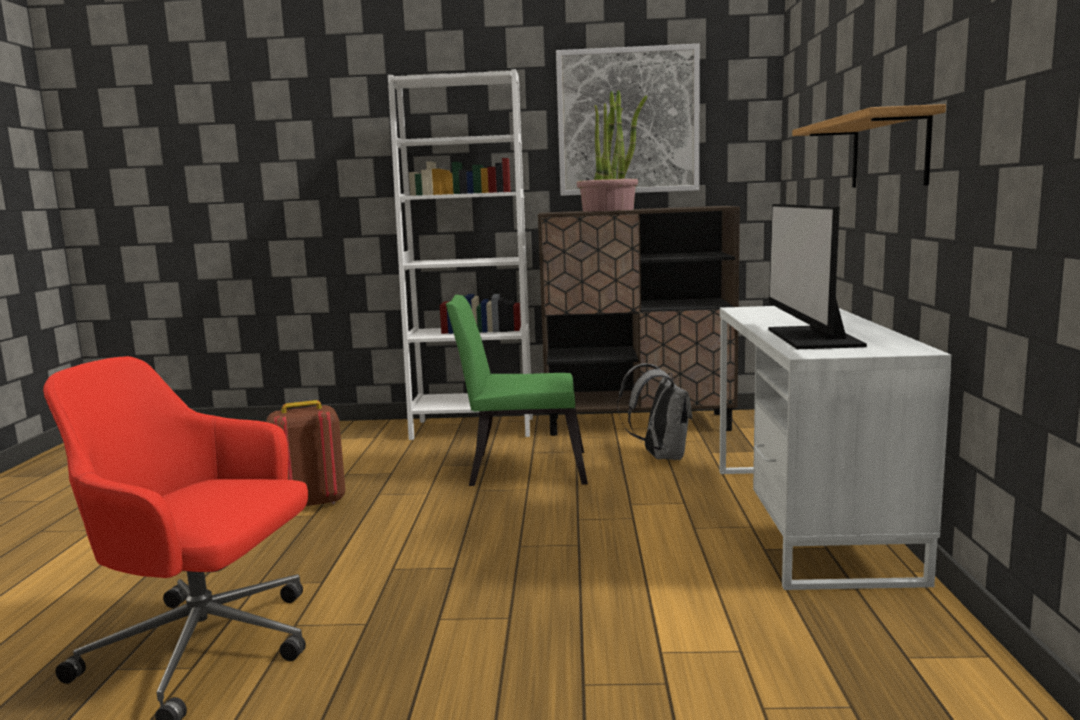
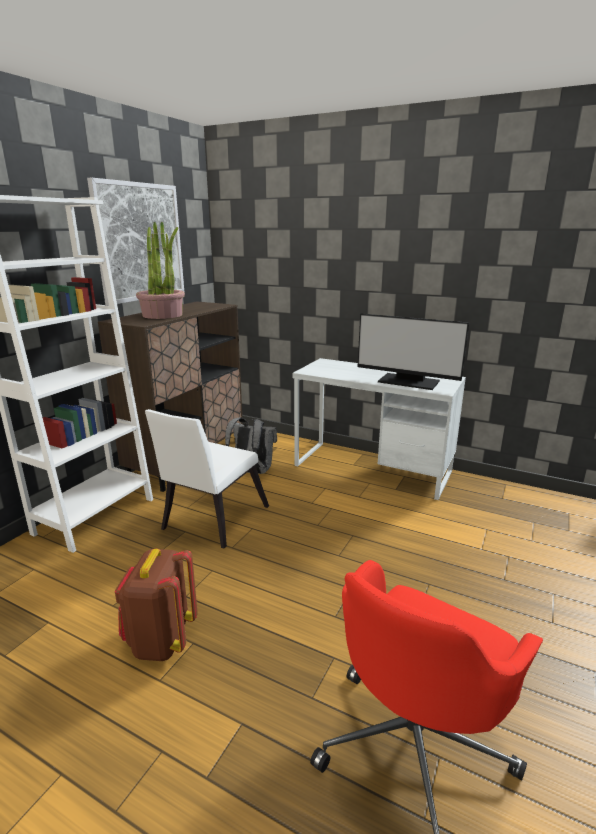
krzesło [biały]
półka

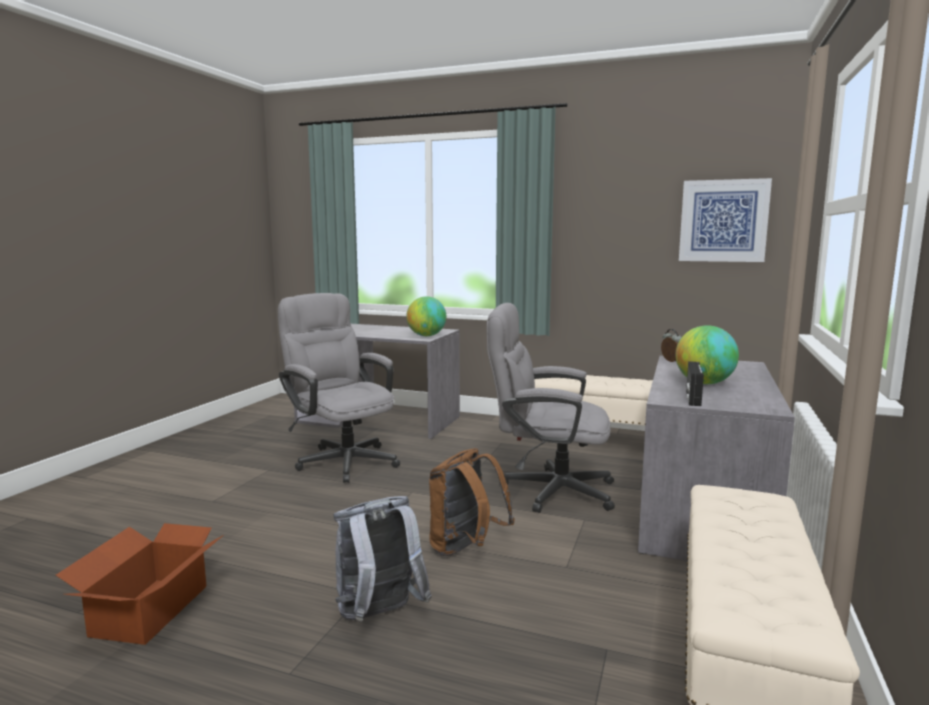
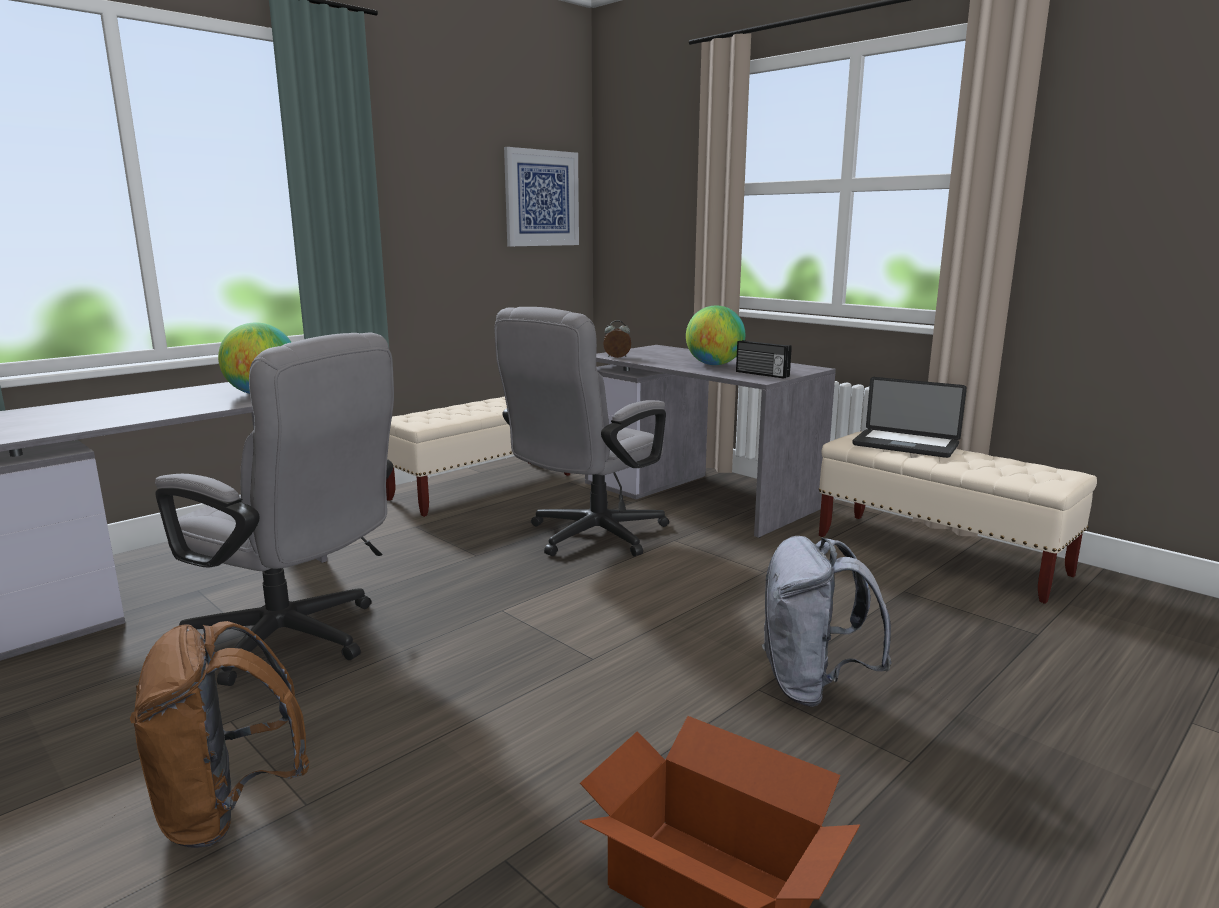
krzesło biurowe [szary] (no. 1 from left)
plecak [brązowy]
laptop

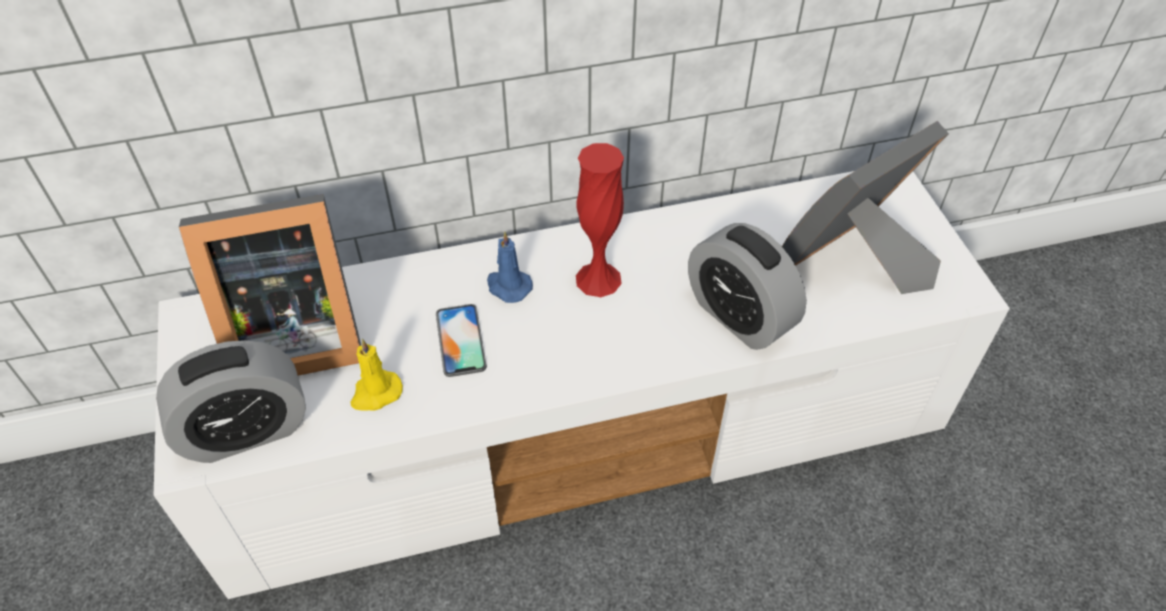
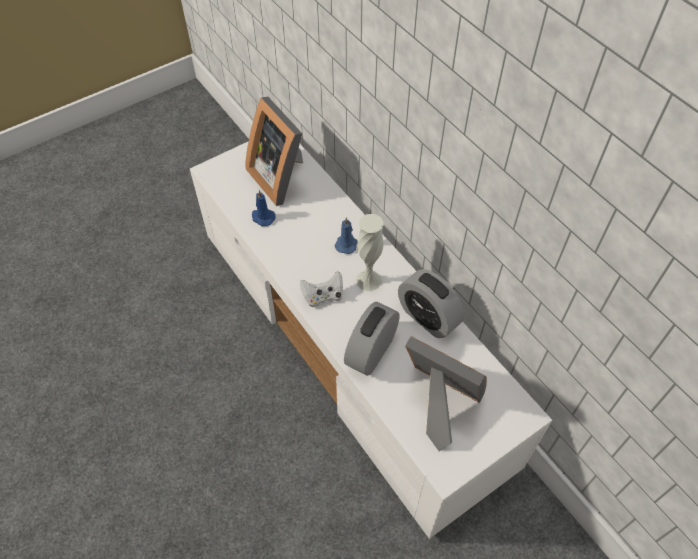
budzik (no. 2 from left)
świeca [niebieski] (no. 1 from left)
telefon
wazon [biały]
pad do gier [biały]

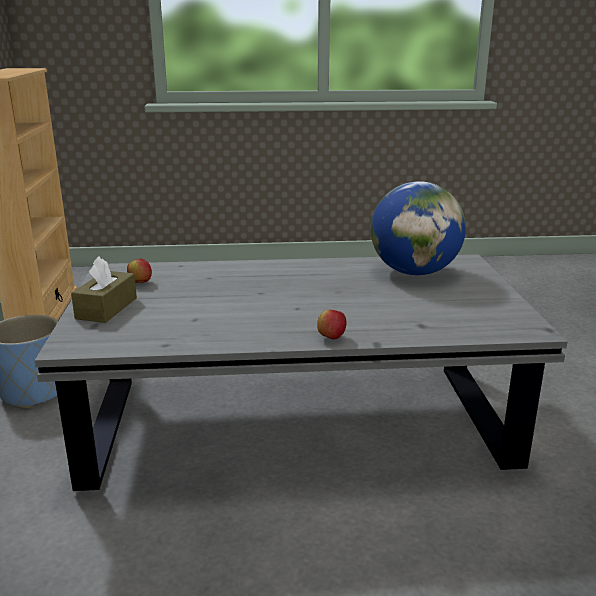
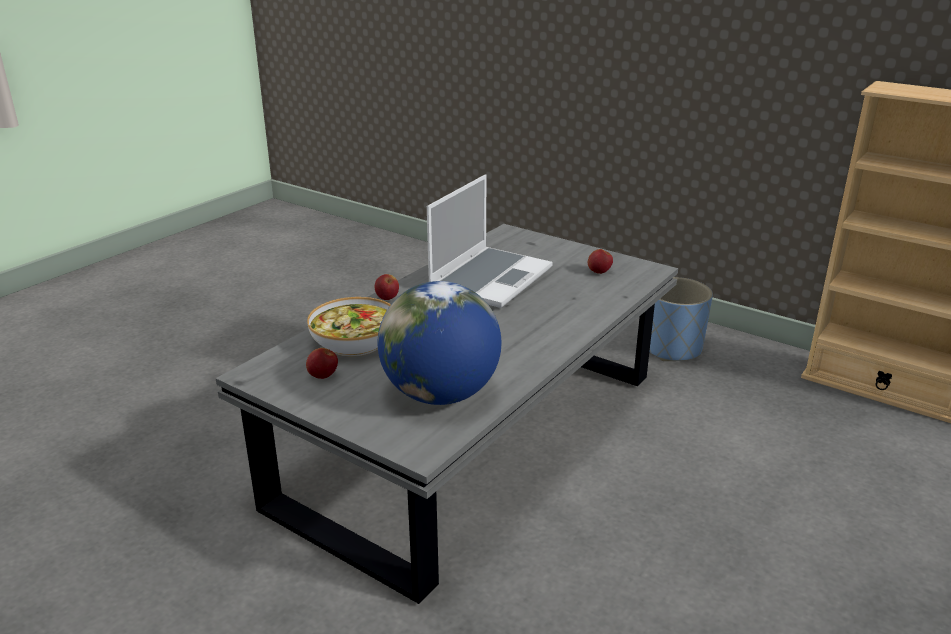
pudełko chusteczek [brązowy]
jabłko (no. 1 from left)
miska
laptop

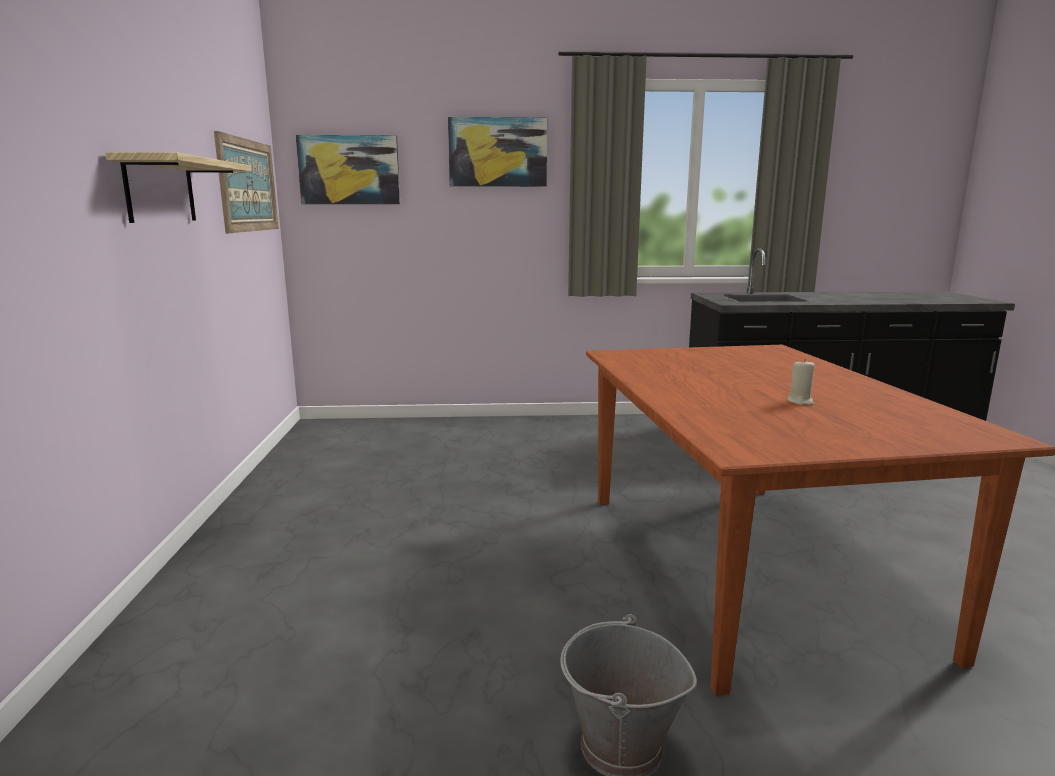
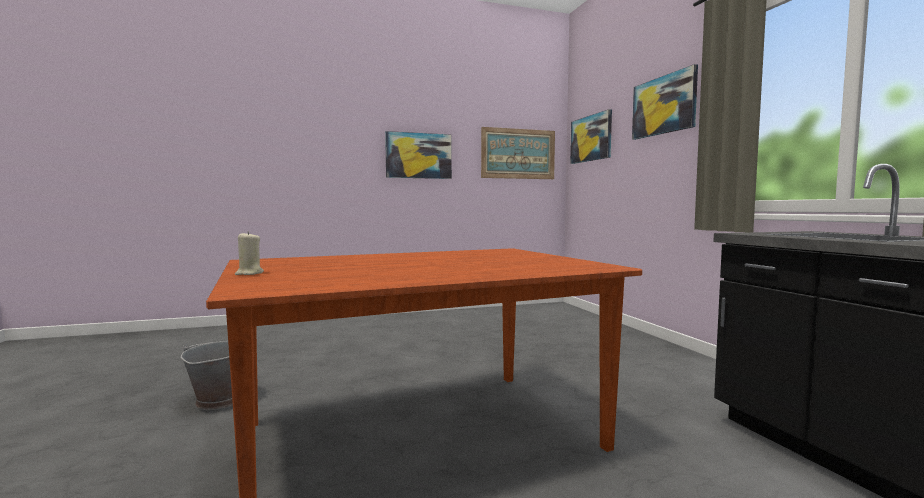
obraz (no. 1 from left)
świeca [beżowy]

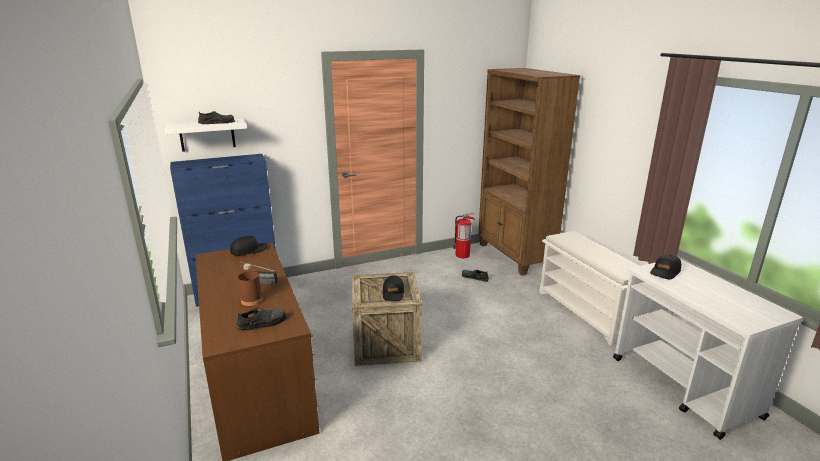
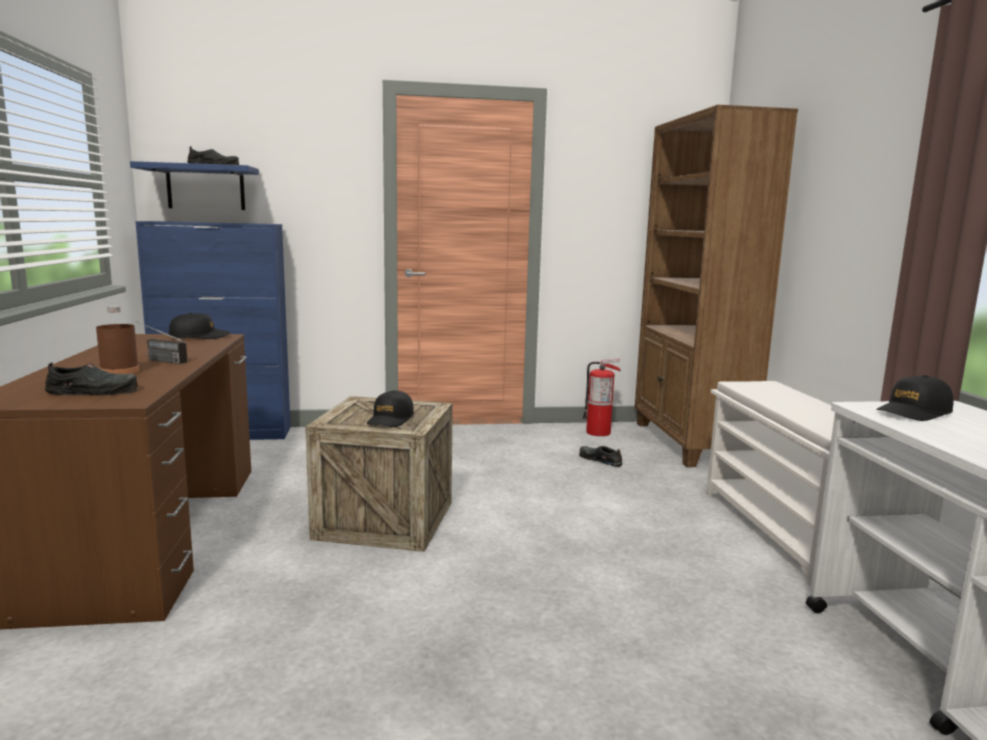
półka [niebieski]

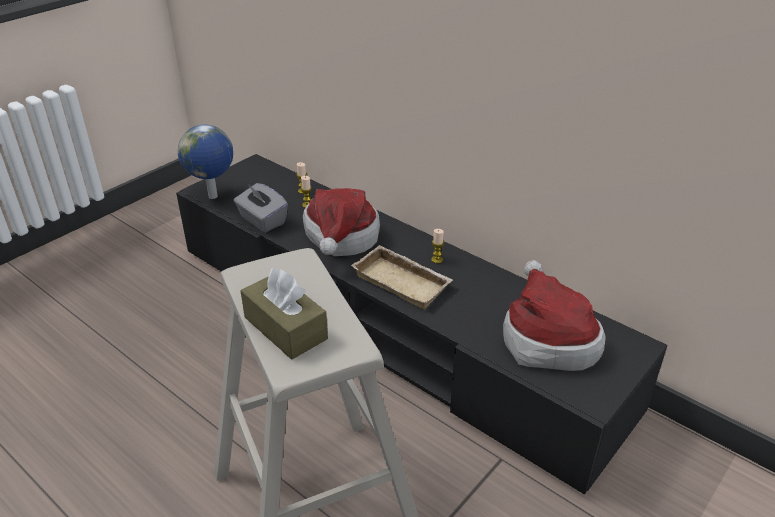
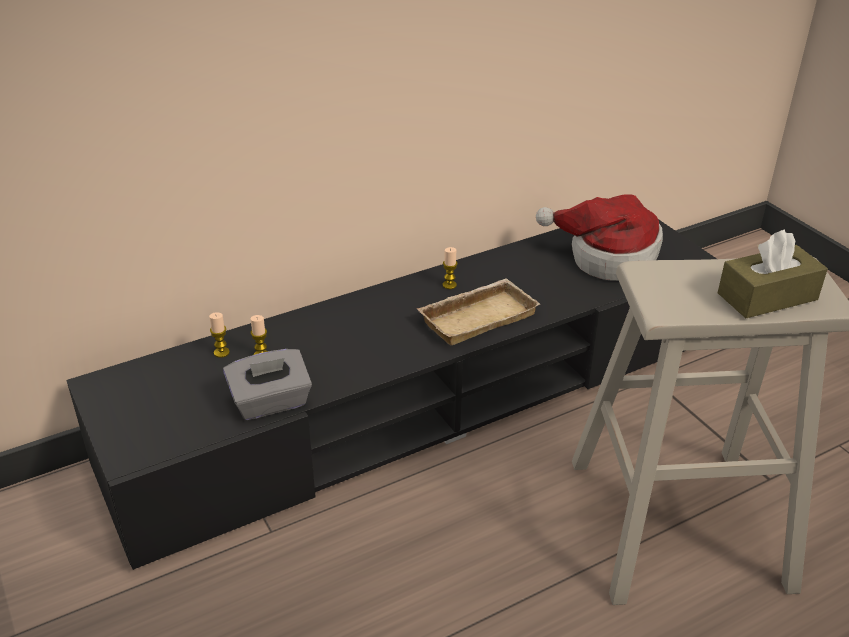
globus
kapelusz (no. 1 from left in the first image)

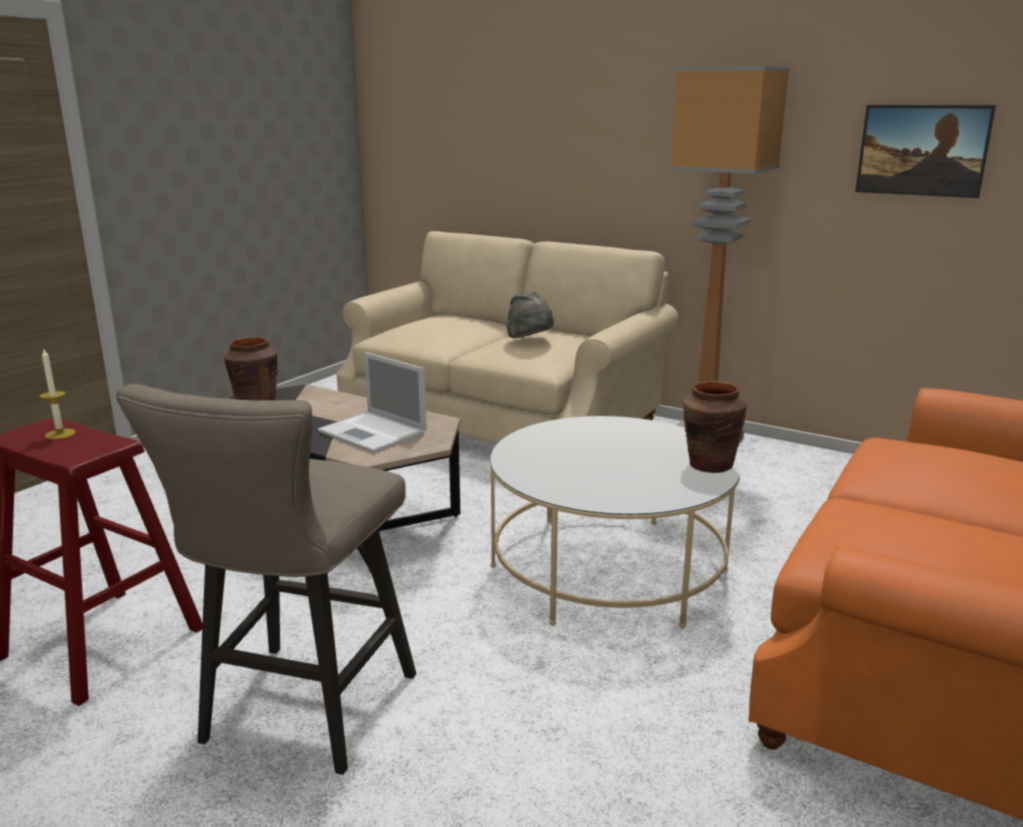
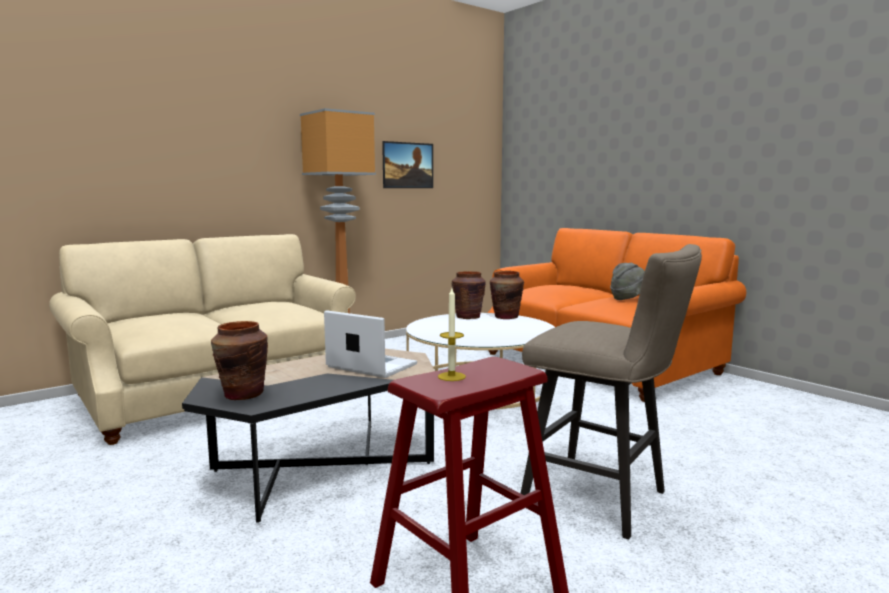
laptop
kapelusz [szary]
wazon [brązowy] (no. 2 from left)

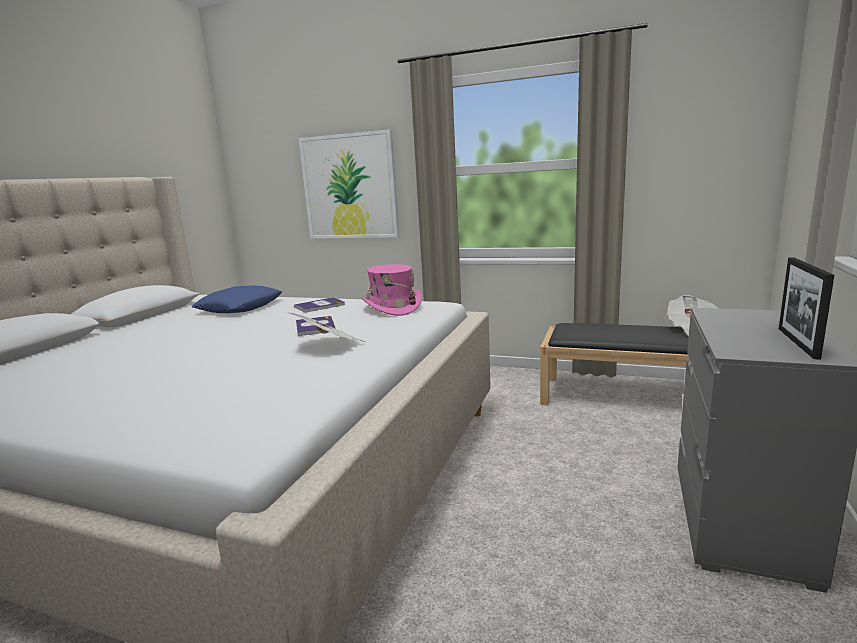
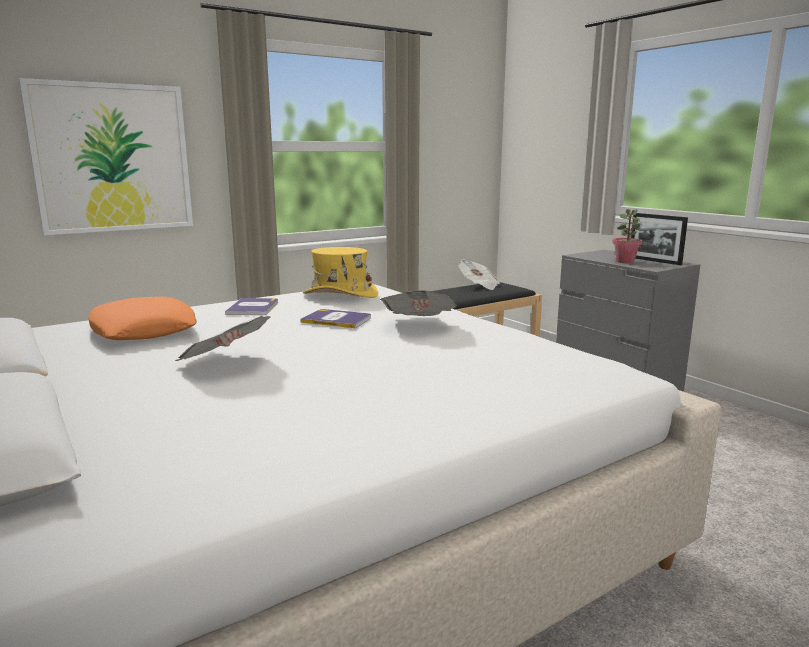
poduszka [pomarańczowy]
kapelusz [żółty]
gazeta (no. 1 from left)
roślina doniczkowa

